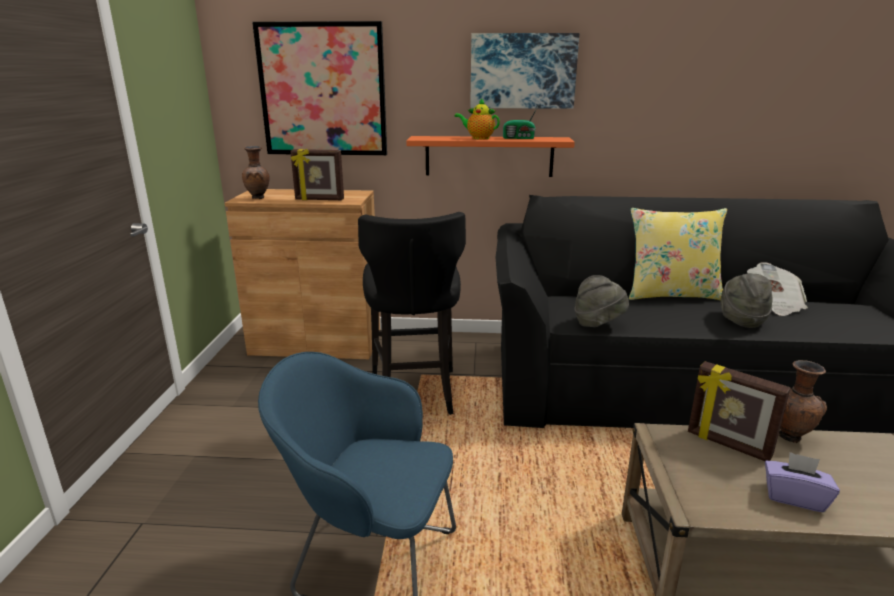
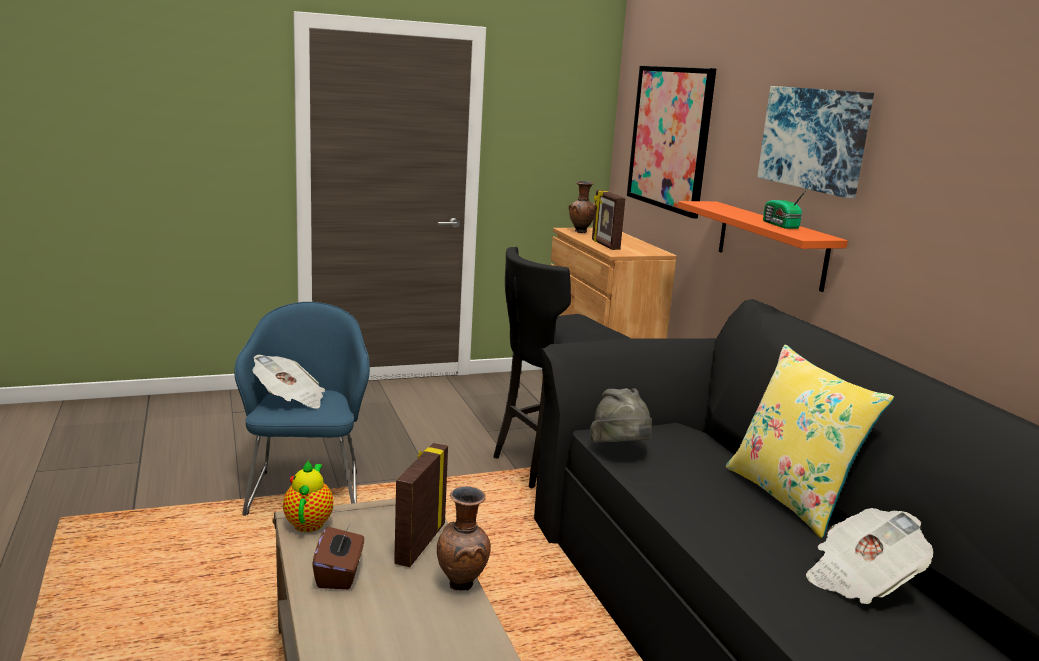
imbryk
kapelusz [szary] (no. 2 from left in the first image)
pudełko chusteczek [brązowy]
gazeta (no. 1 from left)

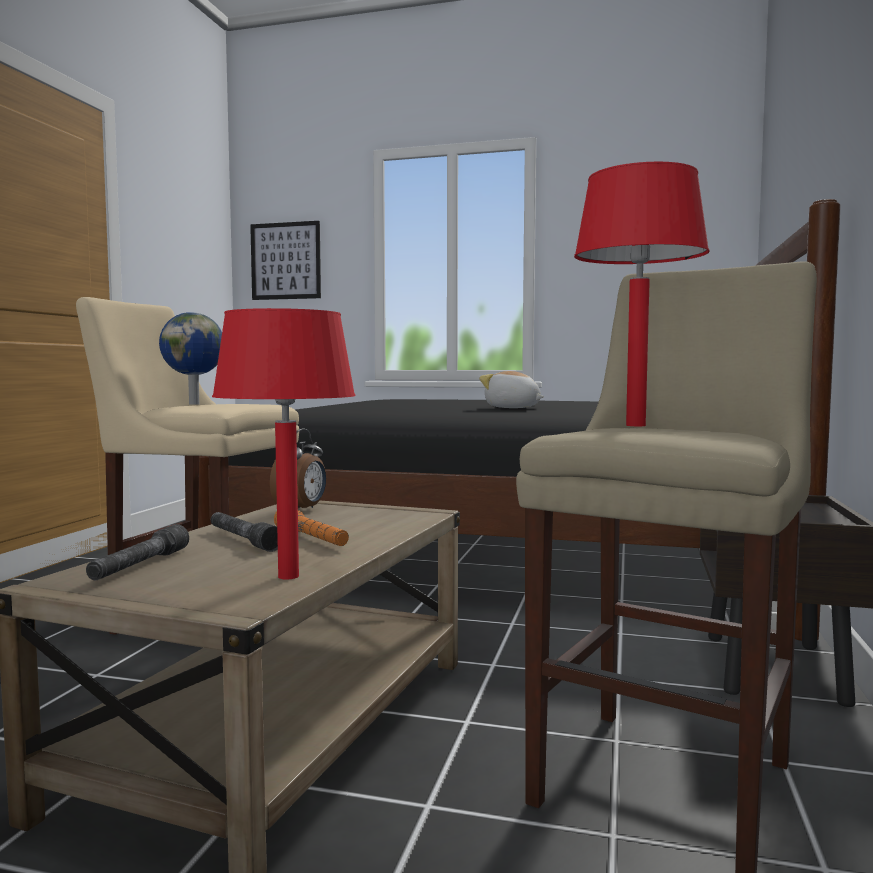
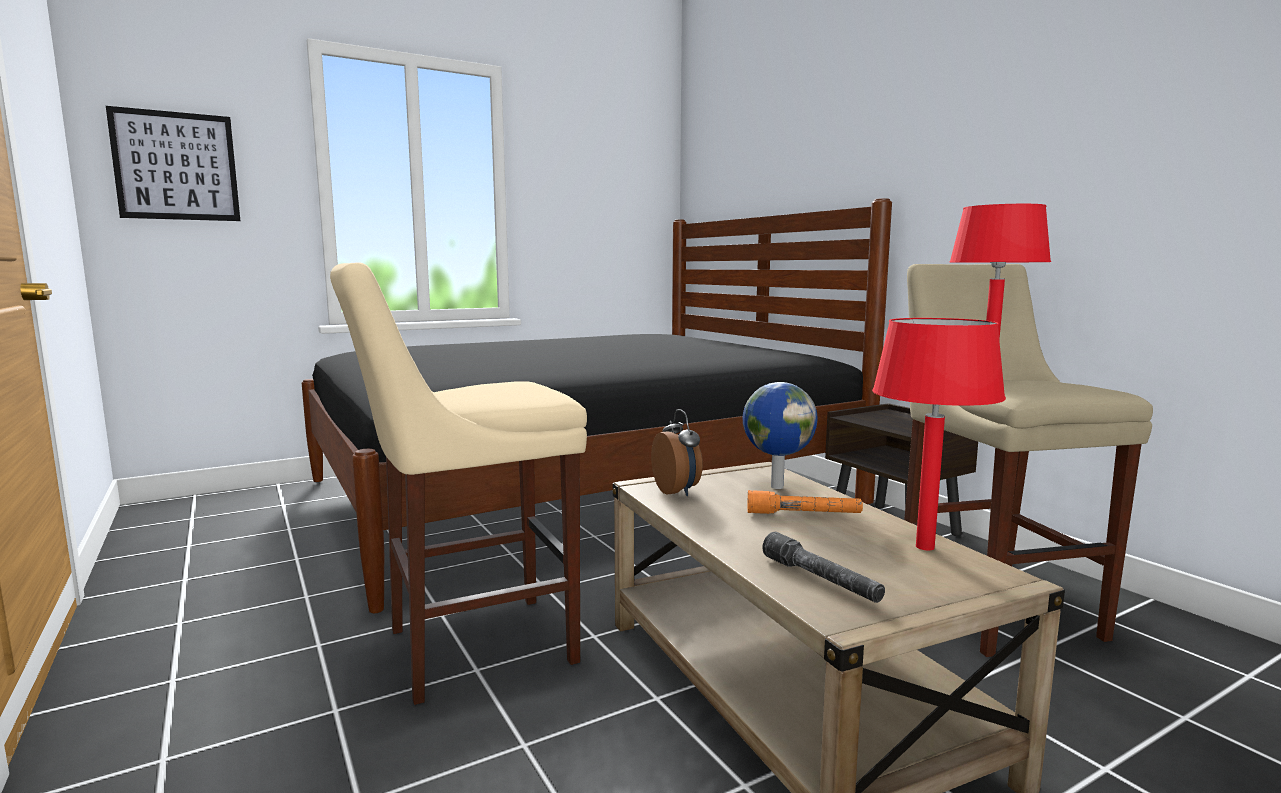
globus
latarka [szary] (no. 2 from left in the first image)
pluszak

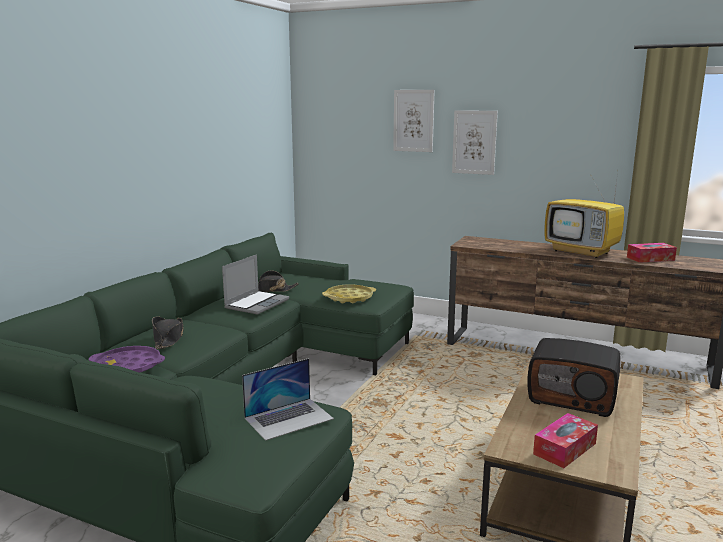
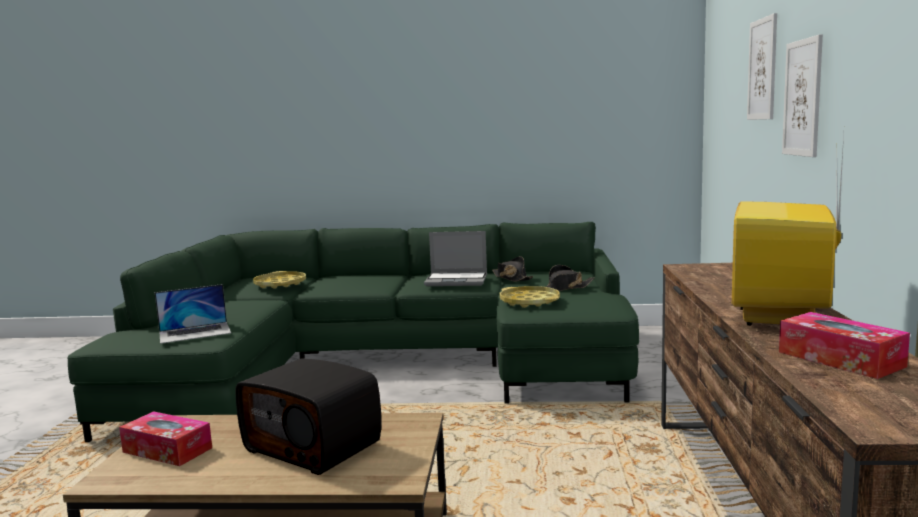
taca [żółty] (no. 1 from left)
kapelusz [czarny] (no. 2 from left)
laptop (no. 1 from left)
radio

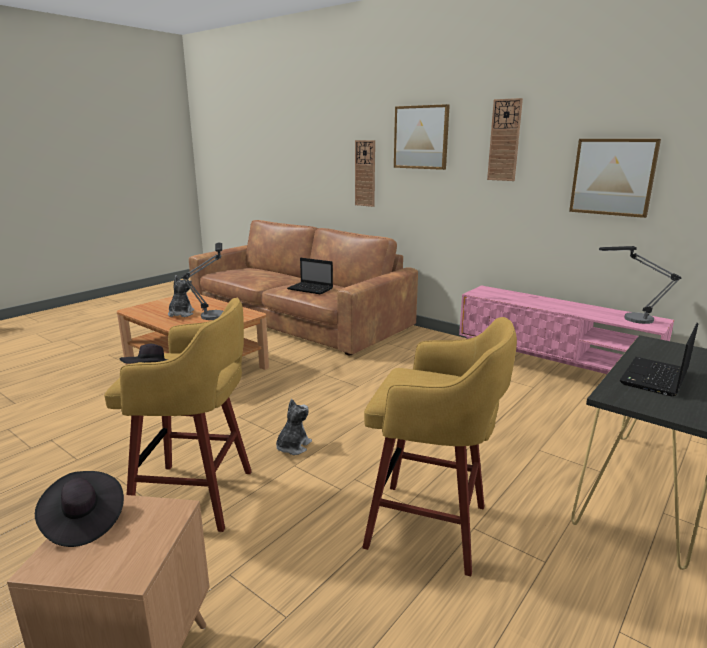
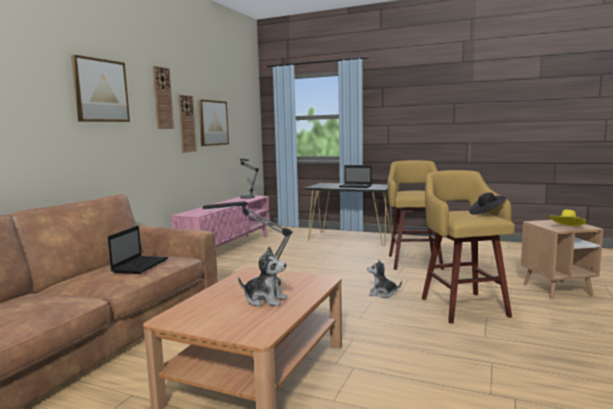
kapelusz [żółty]
pluszak (no. 1 from left)
zegar ścienny (no. 2 from left)

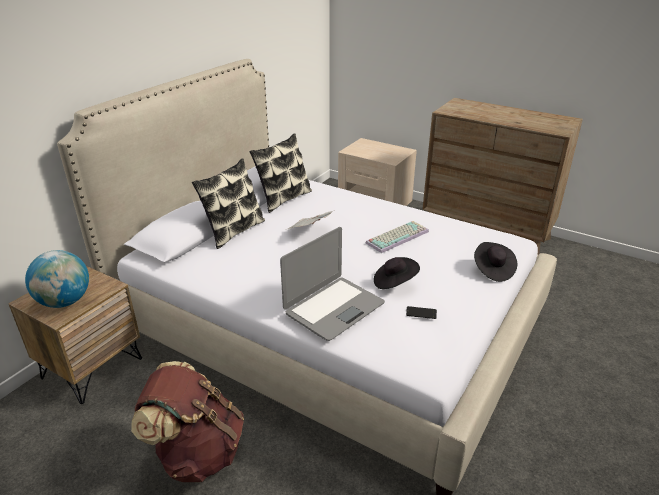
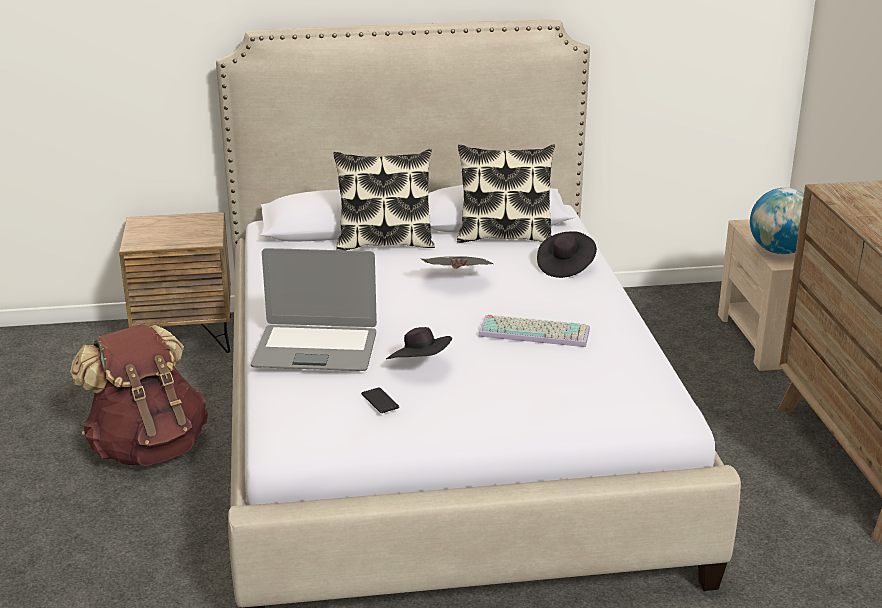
globus
kapelusz [czarny] (no. 2 from left)

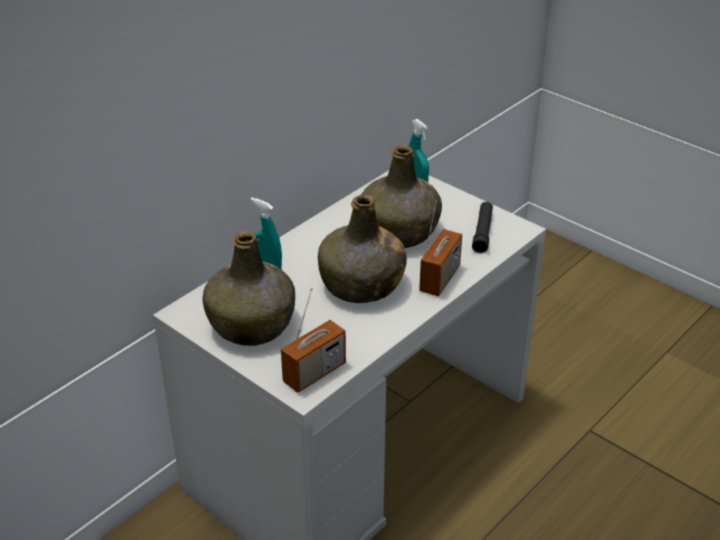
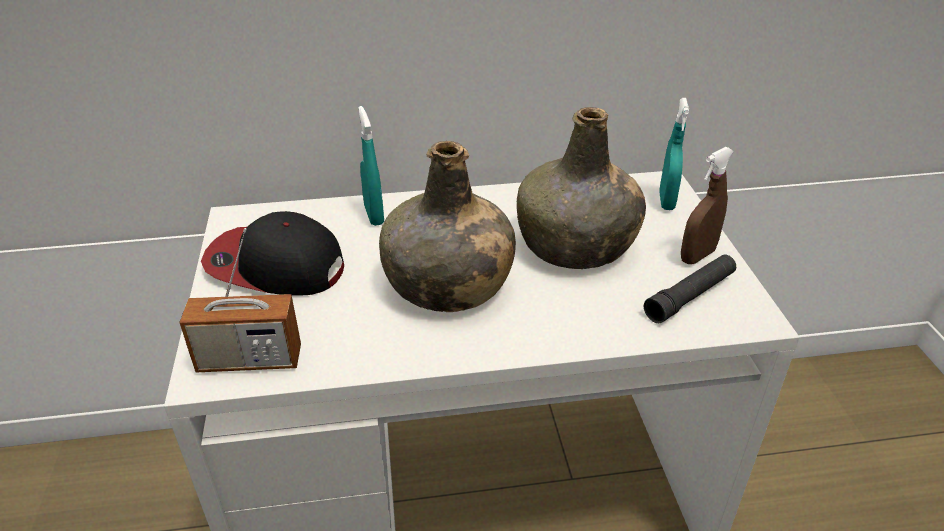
czapka z daszkiem
radio (no. 2 from left in the first image)
spryskiwacz [brązowy]

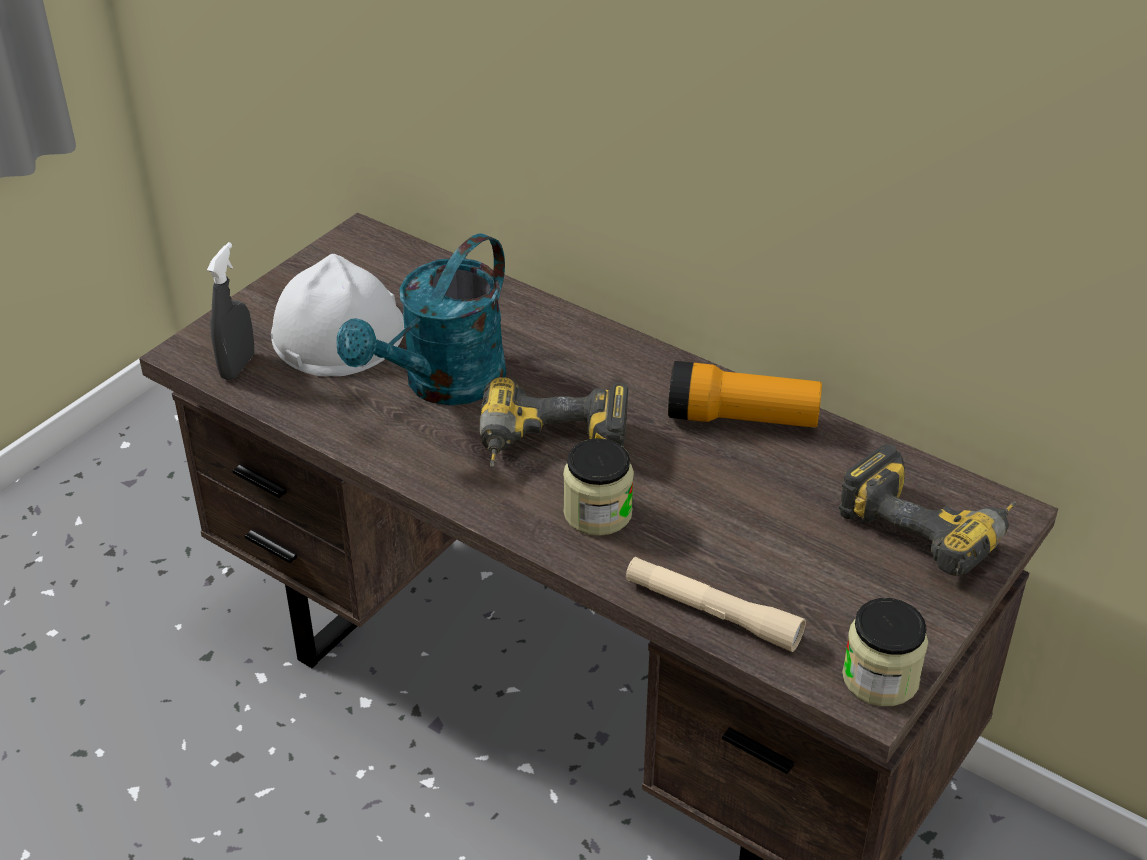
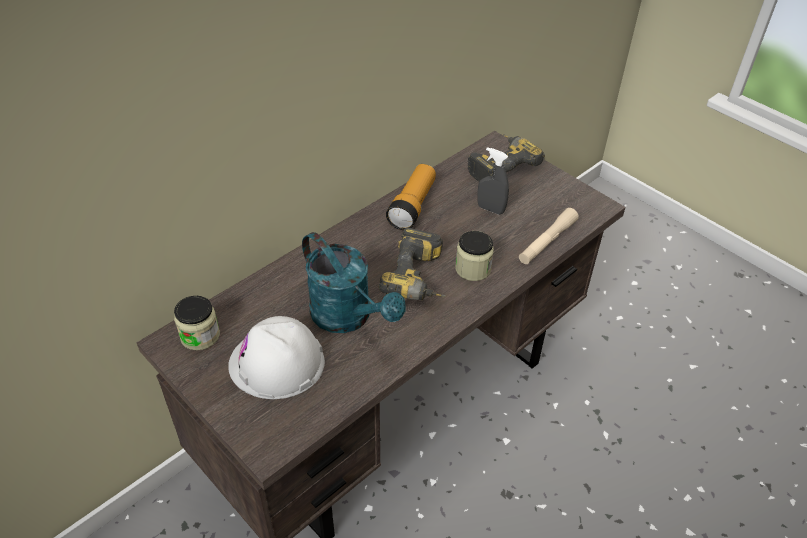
spryskiwacz [szary]
słoik (no. 1 from left)

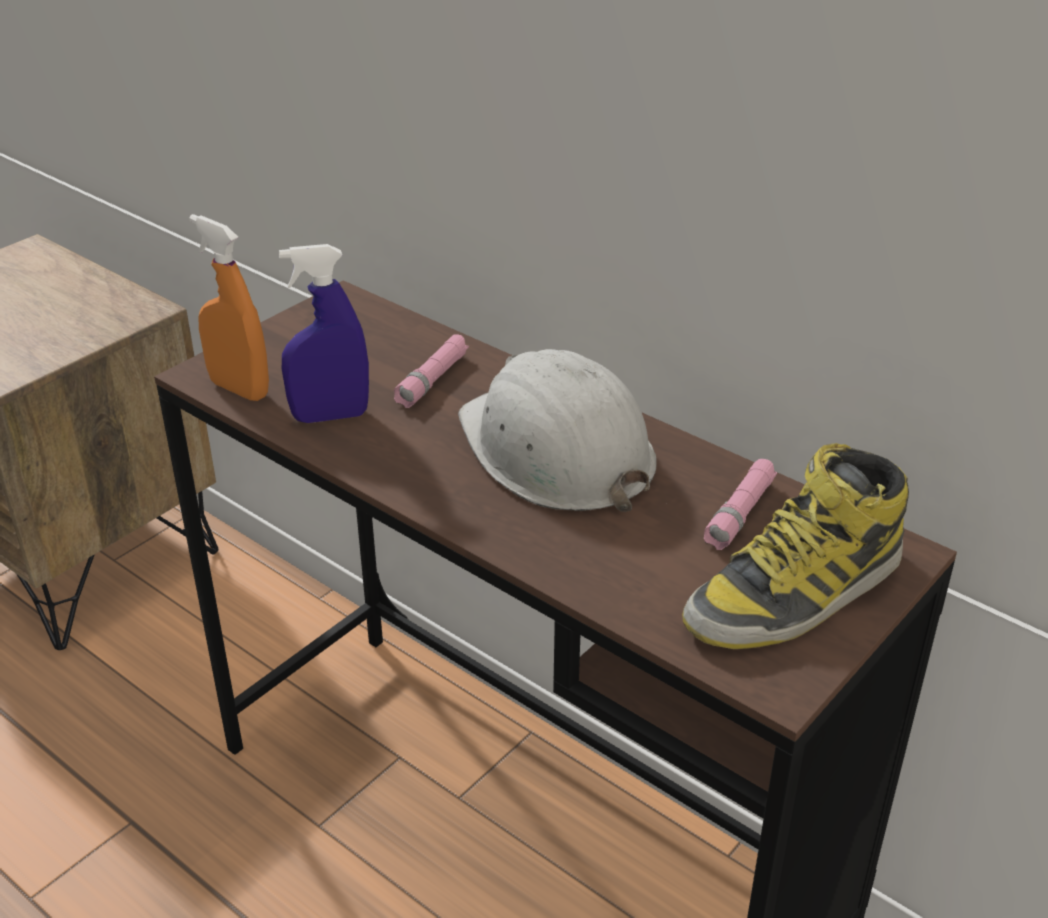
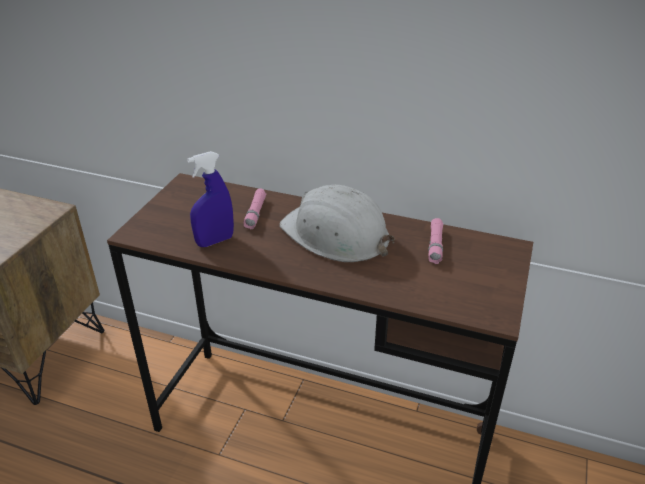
spryskiwacz [pomarańczowy]
but z cholewką

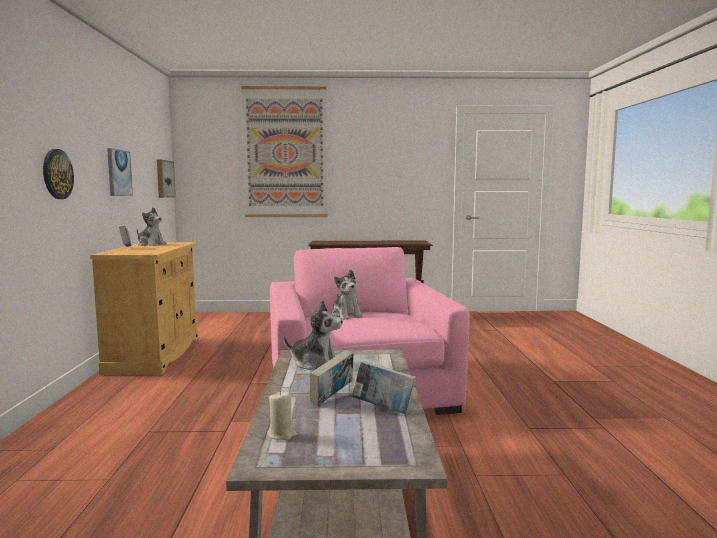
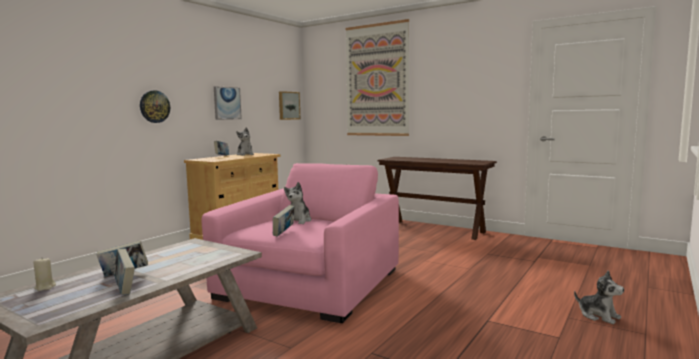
pluszak (no. 3 from left)
książka (no. 4 from left)

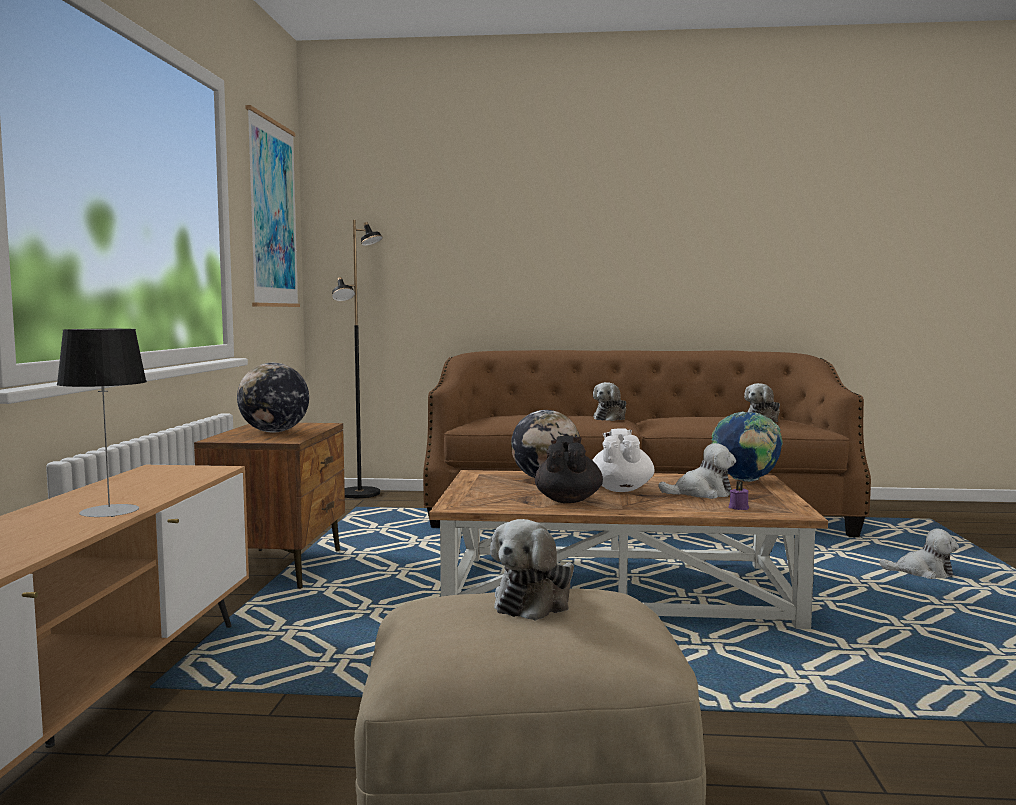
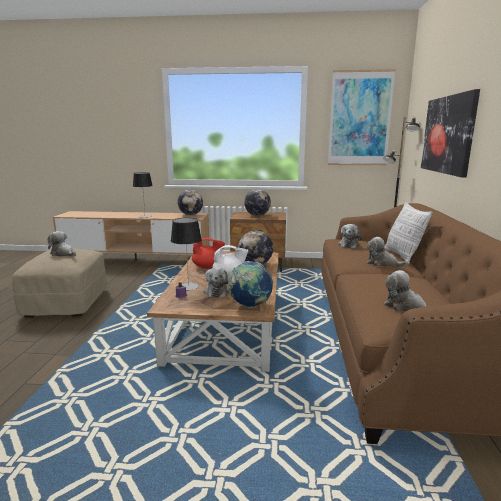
imbryk [czerwony]
pluszak (no. 3 from left)
lampa stołowa (no. 2 from left)
globus (no. 1 from left)
poduszka
obraz (no. 2 from left)

